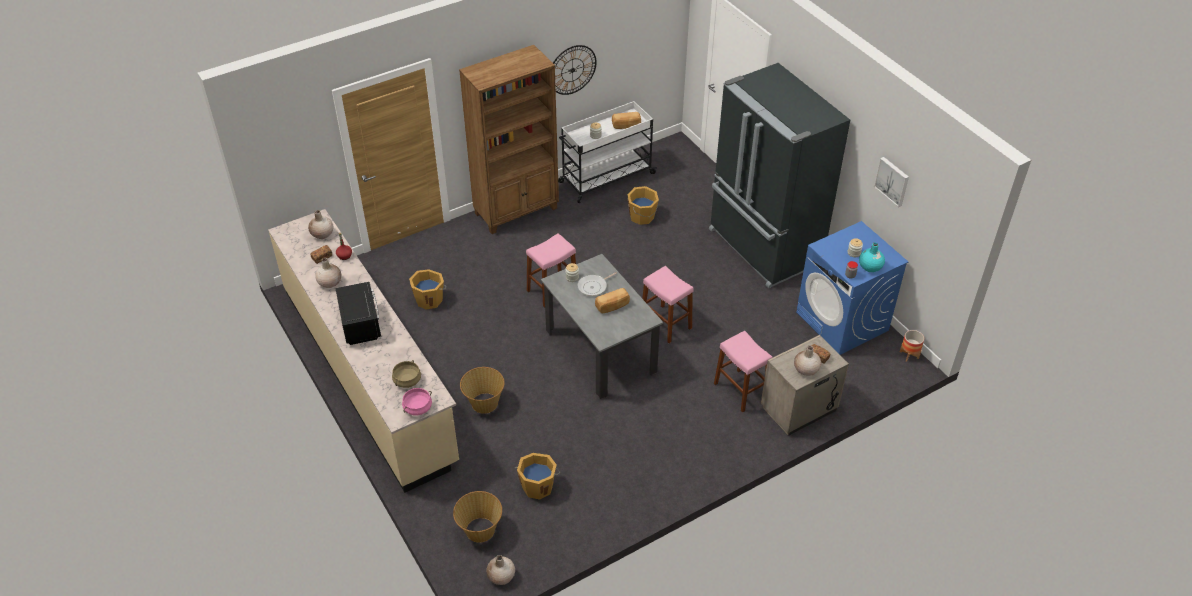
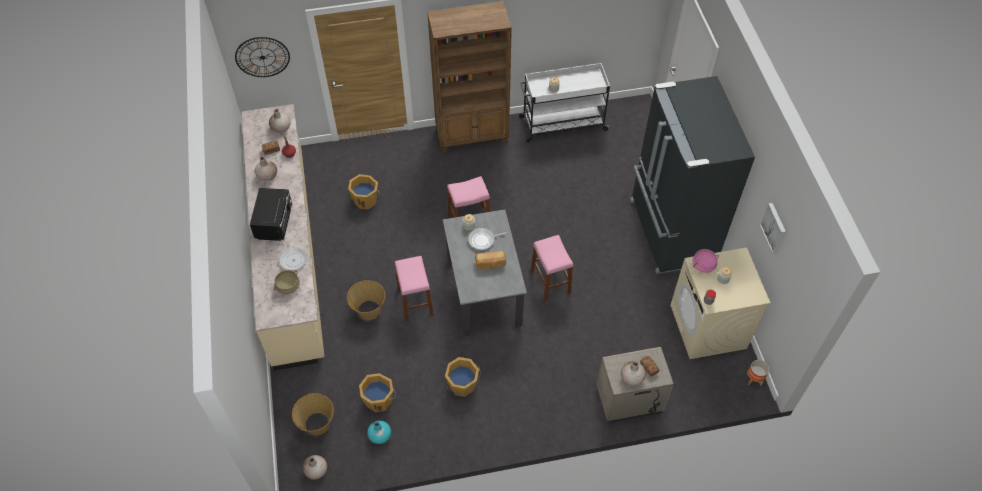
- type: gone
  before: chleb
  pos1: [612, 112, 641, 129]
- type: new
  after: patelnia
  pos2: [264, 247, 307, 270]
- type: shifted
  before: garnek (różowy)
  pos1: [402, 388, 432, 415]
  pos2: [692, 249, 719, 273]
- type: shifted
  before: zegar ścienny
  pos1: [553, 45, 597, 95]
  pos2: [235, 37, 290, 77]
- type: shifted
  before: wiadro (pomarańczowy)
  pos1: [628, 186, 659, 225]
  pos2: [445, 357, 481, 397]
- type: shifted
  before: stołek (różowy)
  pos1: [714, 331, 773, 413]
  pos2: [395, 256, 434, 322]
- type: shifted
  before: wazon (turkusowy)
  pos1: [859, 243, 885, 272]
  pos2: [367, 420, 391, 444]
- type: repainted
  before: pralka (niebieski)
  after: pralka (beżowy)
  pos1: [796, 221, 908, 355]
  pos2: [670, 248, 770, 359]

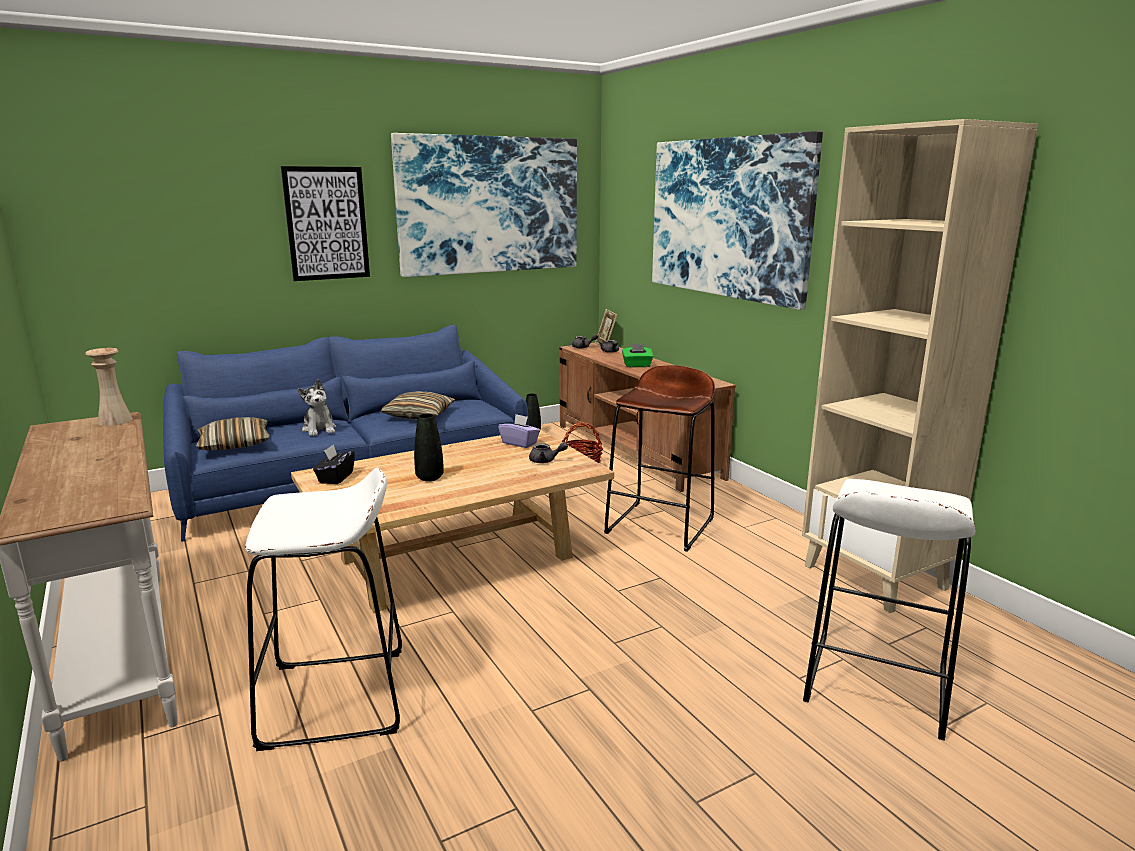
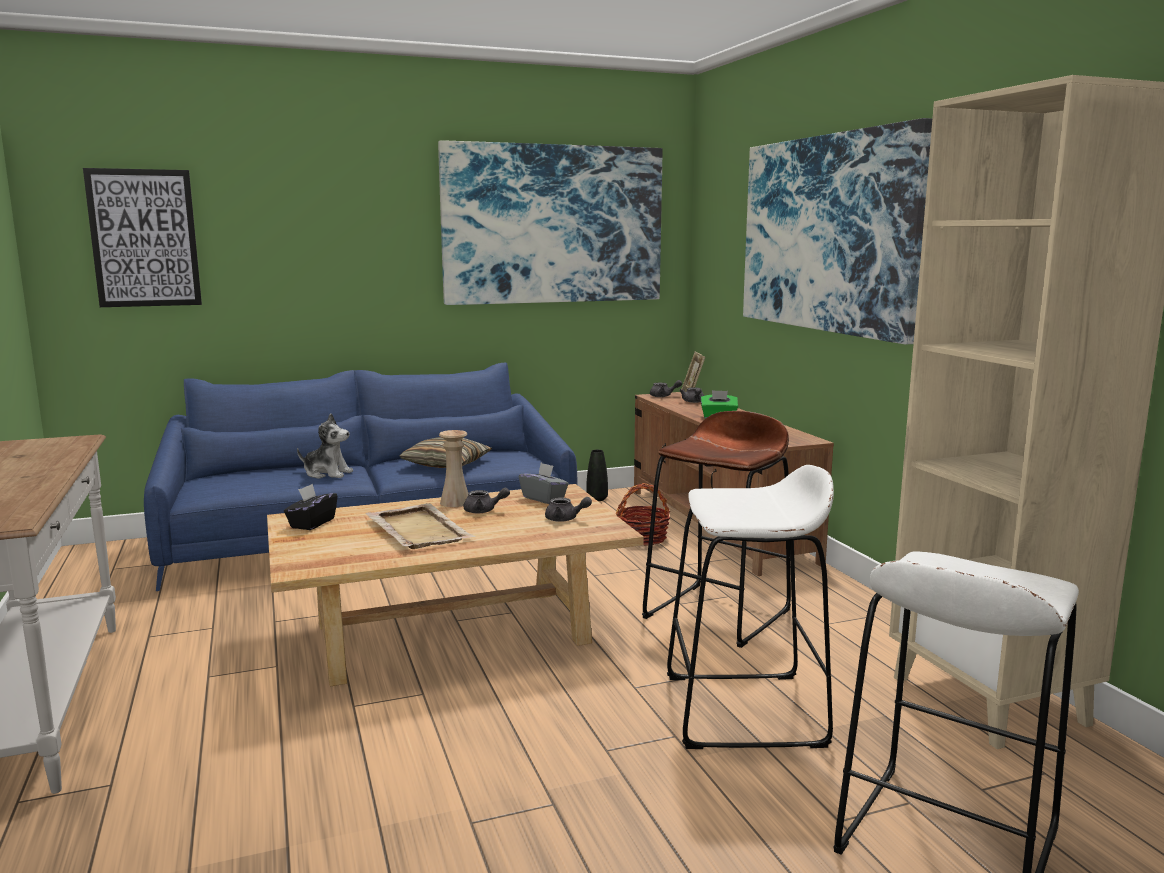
- type: gone
  before: poduszka
  pos1: [196, 417, 270, 450]
- type: new
  after: imbryk (szary)
  pos2: [463, 487, 510, 514]
- type: shifted
  before: wazon (beżowy)
  pos1: [85, 348, 133, 426]
  pos2: [439, 430, 468, 507]
- type: shifted
  before: stołek (biały)
  pos1: [245, 468, 402, 751]
  pos2: [667, 465, 834, 749]
- type: shifted
  before: obraz
  pos1: [281, 166, 370, 281]
  pos2: [83, 168, 202, 307]
- type: swapped
  before: wazon (czarny)
  after: taca (beżowy)
  pos1: [414, 414, 444, 481]
  pos2: [365, 503, 476, 549]
- type: repainted
  before: pudełko chusteczek (fioletowy)
  after: pudełko chusteczek (szary)
  pos1: [498, 414, 540, 448]
  pos2: [519, 463, 569, 504]
- type: rotated
  before: pluszak
  pos1: [298, 379, 336, 436]
  pos2: [297, 414, 353, 479]
  turn: -60

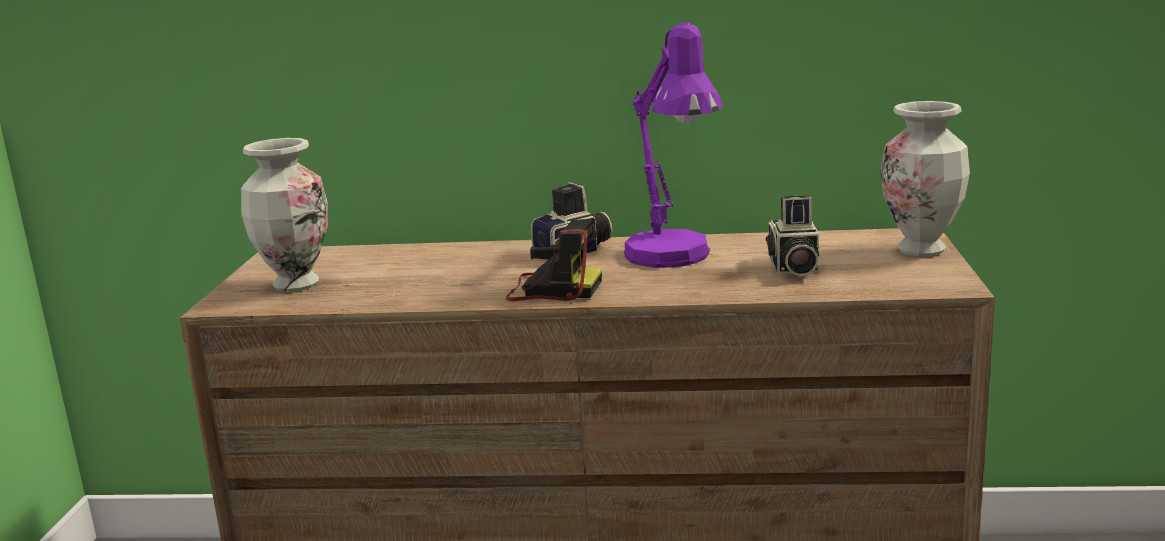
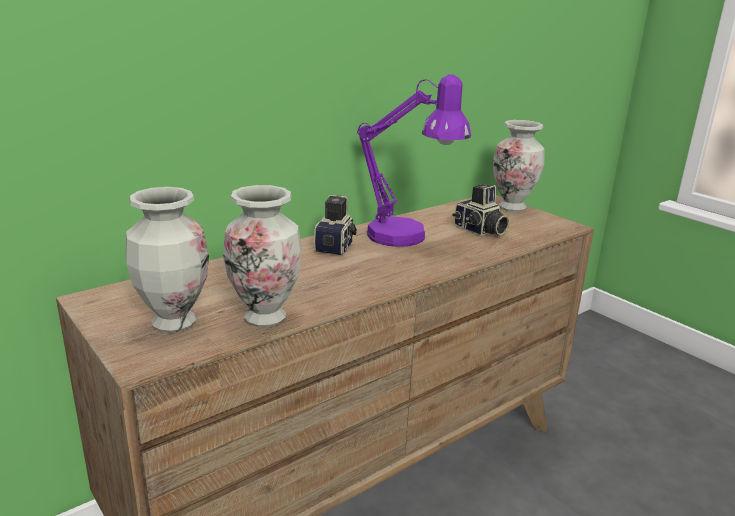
- type: gone
  before: aparat fotograficzny
  pos1: [506, 219, 602, 301]
- type: new
  after: wazon
  pos2: [223, 185, 302, 327]

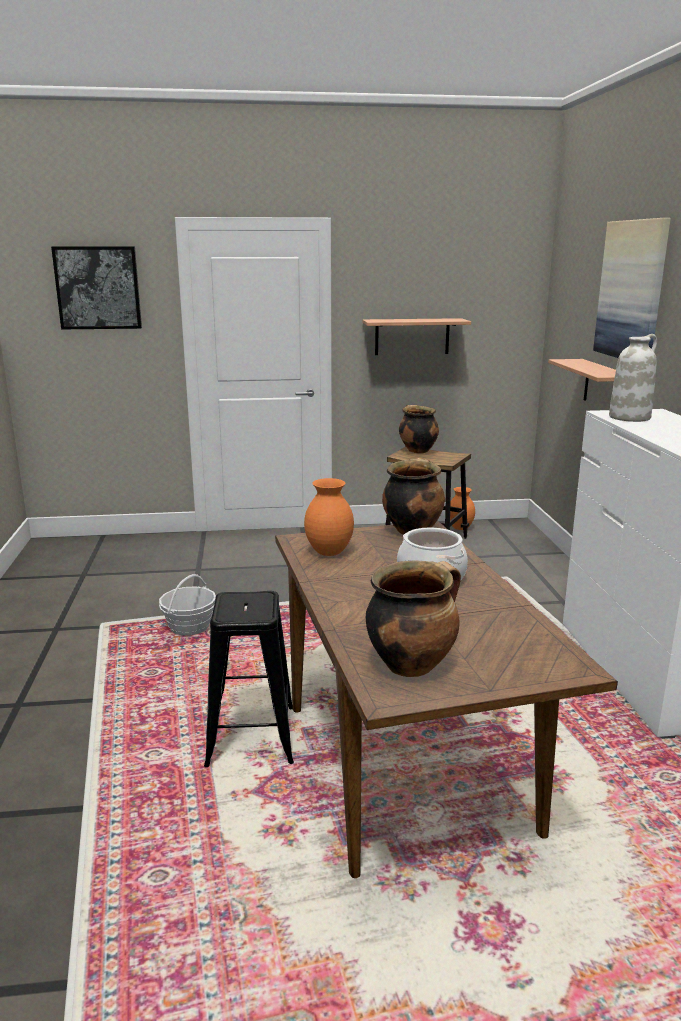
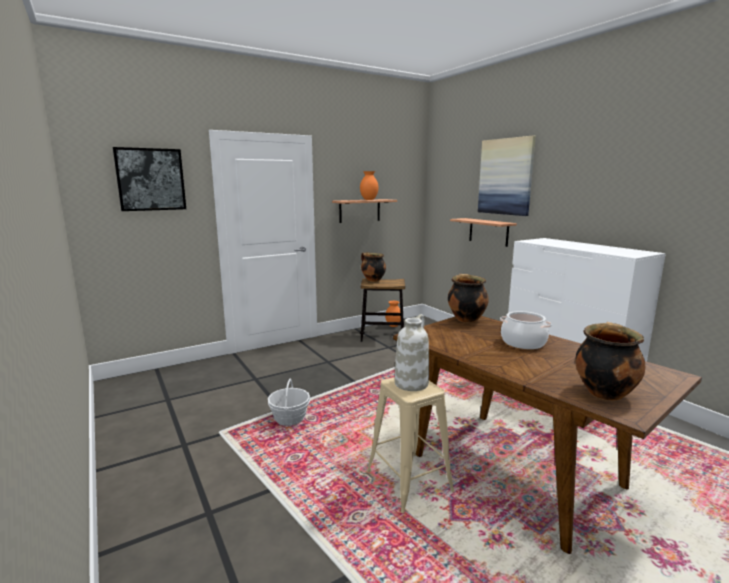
- type: shifted
  before: wazon (pomarańczowy)
  pos1: [304, 478, 354, 556]
  pos2: [360, 171, 379, 200]
- type: shifted
  before: wazon (biały)
  pos1: [609, 334, 657, 422]
  pos2: [395, 314, 429, 391]
- type: repainted
  before: stołek (czarny)
  after: stołek (beżowy)
  pos1: [204, 591, 294, 767]
  pos2: [367, 377, 455, 513]

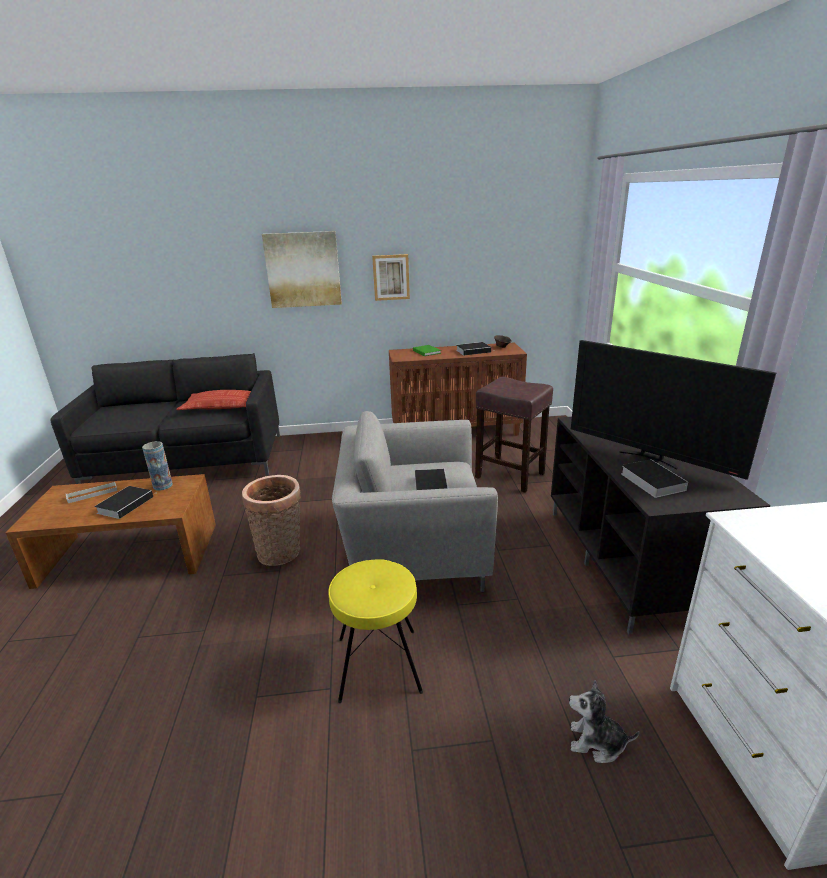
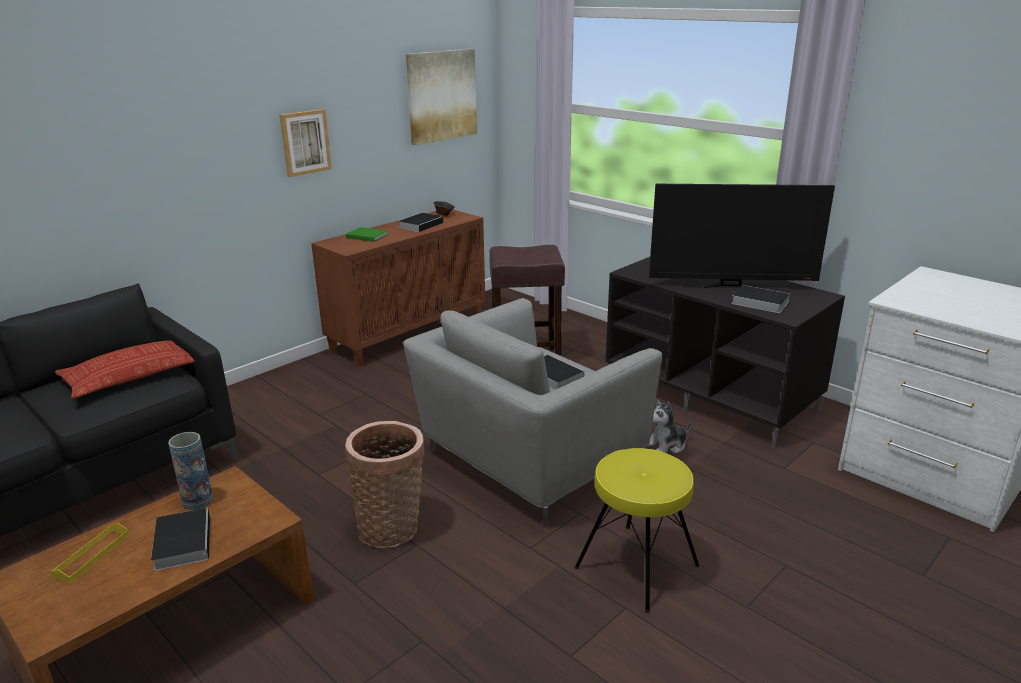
- type: shifted
  before: obraz
  pos1: [262, 231, 342, 308]
  pos2: [406, 49, 477, 145]
- type: shifted
  before: pluszak
  pos1: [569, 680, 640, 763]
  pos2: [648, 399, 692, 454]
- type: repainted
  before: taca (szary)
  after: taca (żółty)
  pos1: [66, 481, 117, 503]
  pos2: [50, 523, 129, 583]

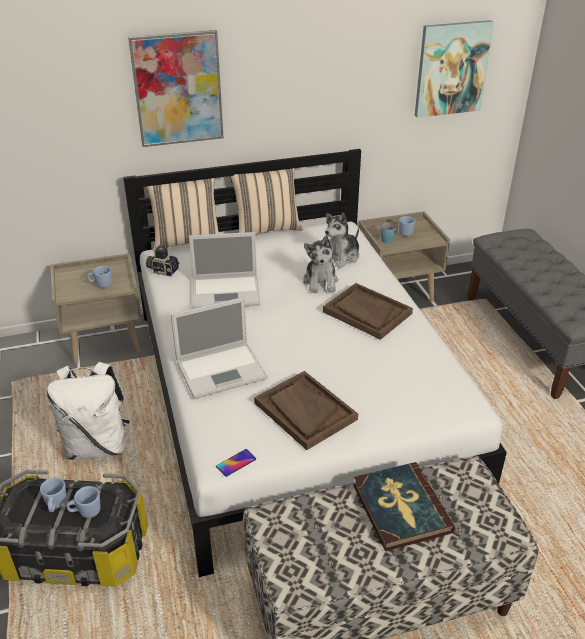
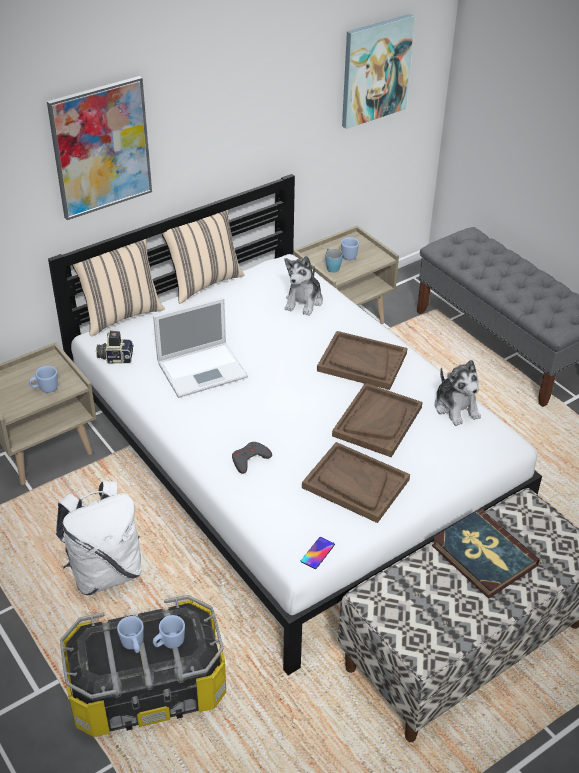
- type: new
  after: taca (brązowy)
  pos2: [332, 383, 423, 457]
- type: shifted
  before: pluszak
  pos1: [303, 236, 338, 293]
  pos2: [435, 360, 481, 426]
- type: swapped
  before: laptop
  after: pad do gier (szary)
  pos1: [171, 297, 267, 399]
  pos2: [232, 442, 272, 474]

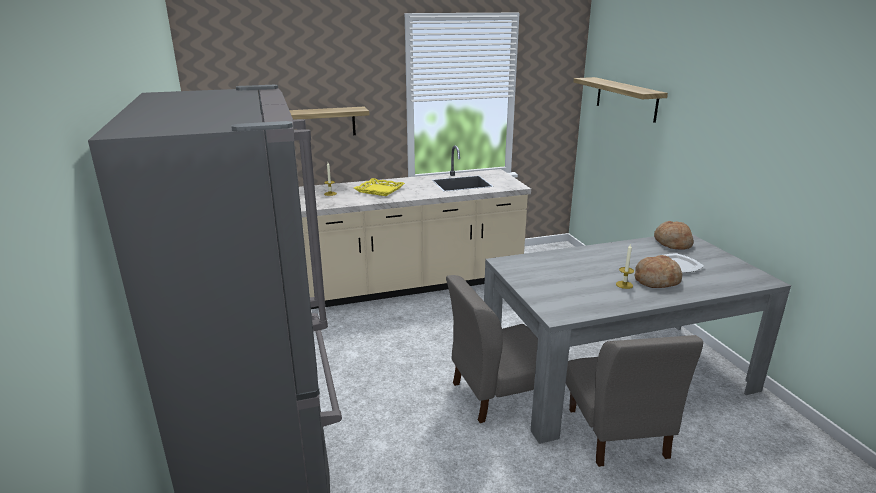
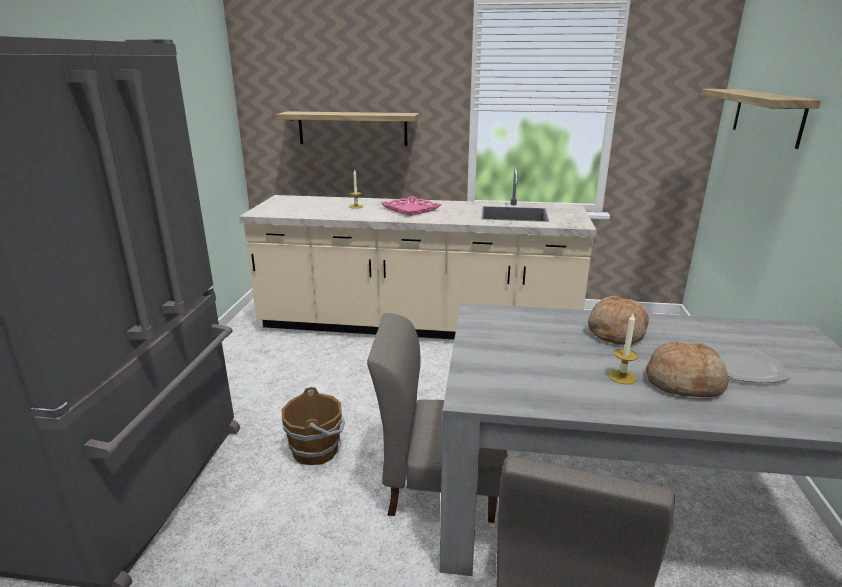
- type: new
  after: wiadro (brązowy)
  pos2: [282, 387, 345, 465]
- type: shifted
  before: chleb
  pos1: [654, 221, 694, 250]
  pos2: [588, 296, 649, 345]
- type: repainted
  before: taca (żółty)
  after: taca (różowy)
  pos1: [354, 178, 405, 196]
  pos2: [381, 196, 441, 216]

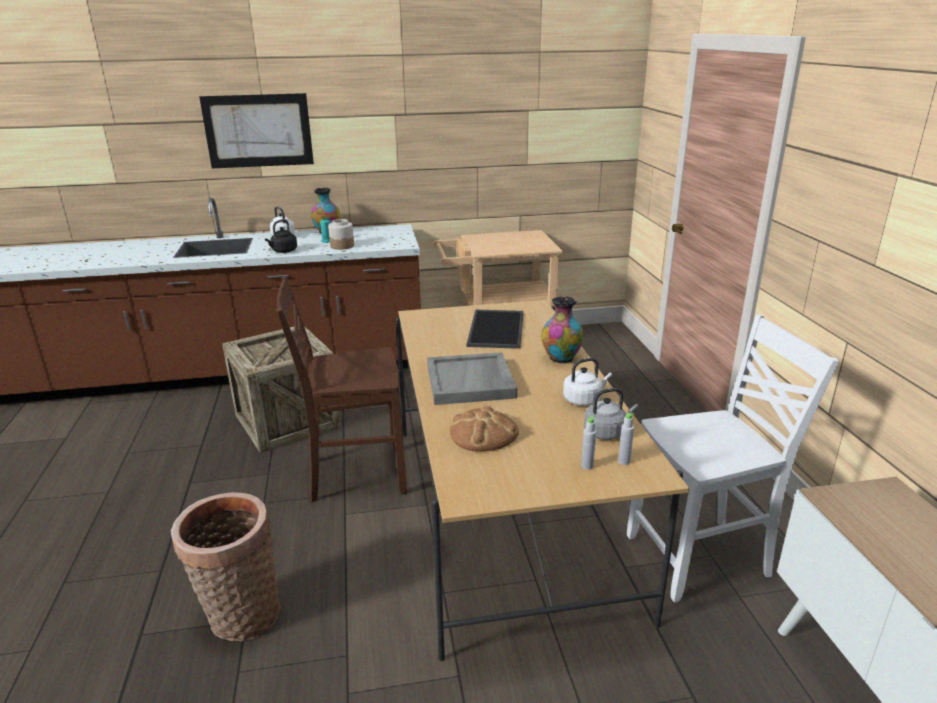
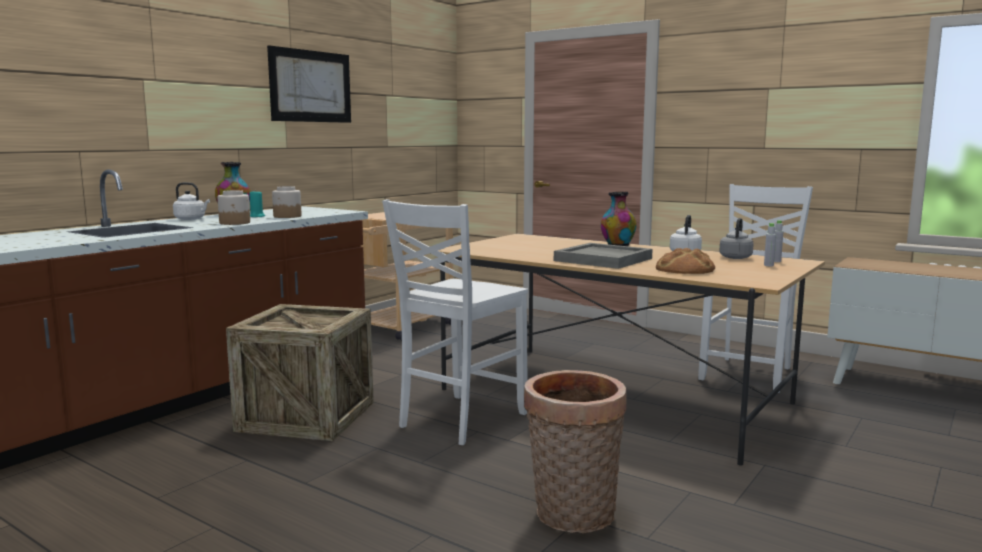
- type: gone
  before: taca
  pos1: [467, 309, 523, 349]
- type: shifted
  before: obraz
  pos1: [199, 93, 314, 168]
  pos2: [267, 45, 351, 123]
- type: swapped
  before: czajnik (czarny)
  after: słoik
  pos1: [265, 219, 297, 253]
  pos2: [218, 190, 250, 225]
- type: repainted
  before: krzesło (brązowy)
  after: krzesło (biały)
  pos1: [276, 277, 407, 502]
  pos2: [382, 199, 528, 445]

